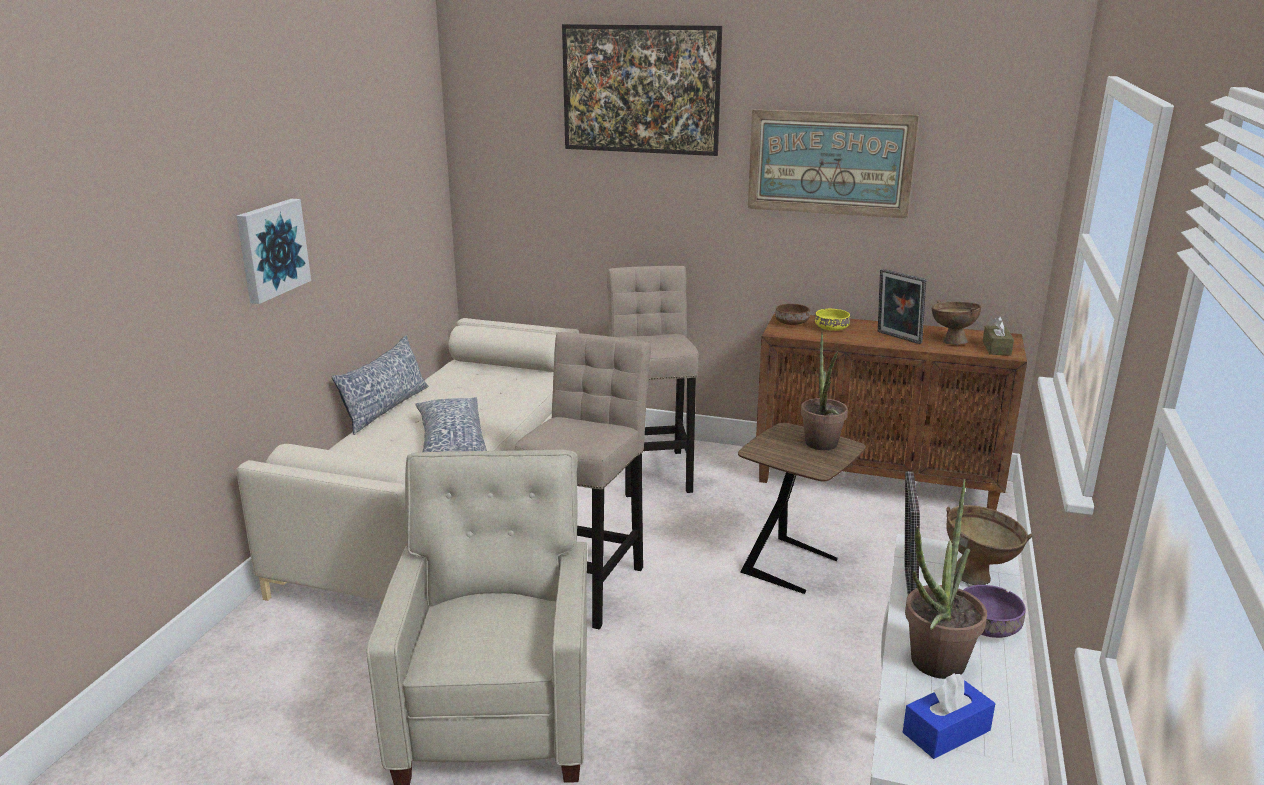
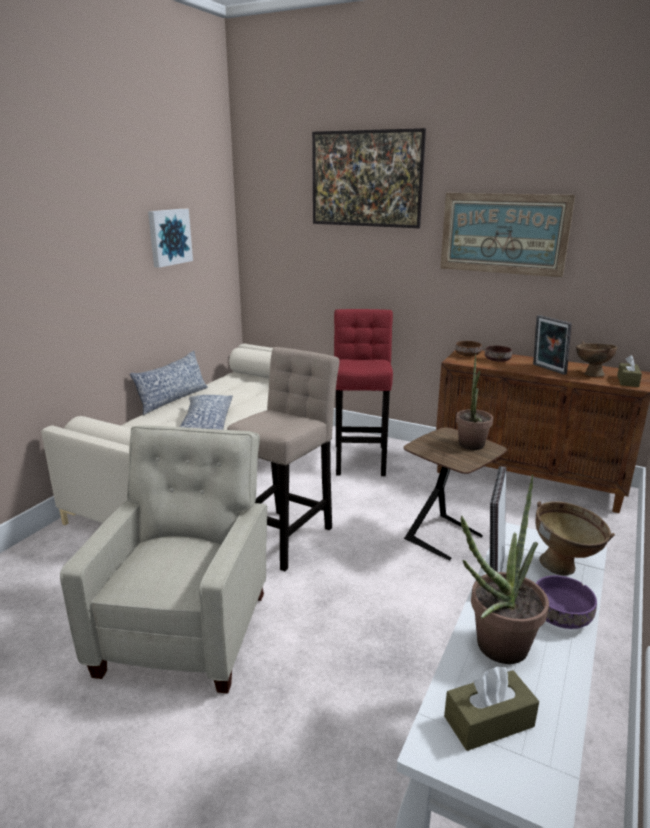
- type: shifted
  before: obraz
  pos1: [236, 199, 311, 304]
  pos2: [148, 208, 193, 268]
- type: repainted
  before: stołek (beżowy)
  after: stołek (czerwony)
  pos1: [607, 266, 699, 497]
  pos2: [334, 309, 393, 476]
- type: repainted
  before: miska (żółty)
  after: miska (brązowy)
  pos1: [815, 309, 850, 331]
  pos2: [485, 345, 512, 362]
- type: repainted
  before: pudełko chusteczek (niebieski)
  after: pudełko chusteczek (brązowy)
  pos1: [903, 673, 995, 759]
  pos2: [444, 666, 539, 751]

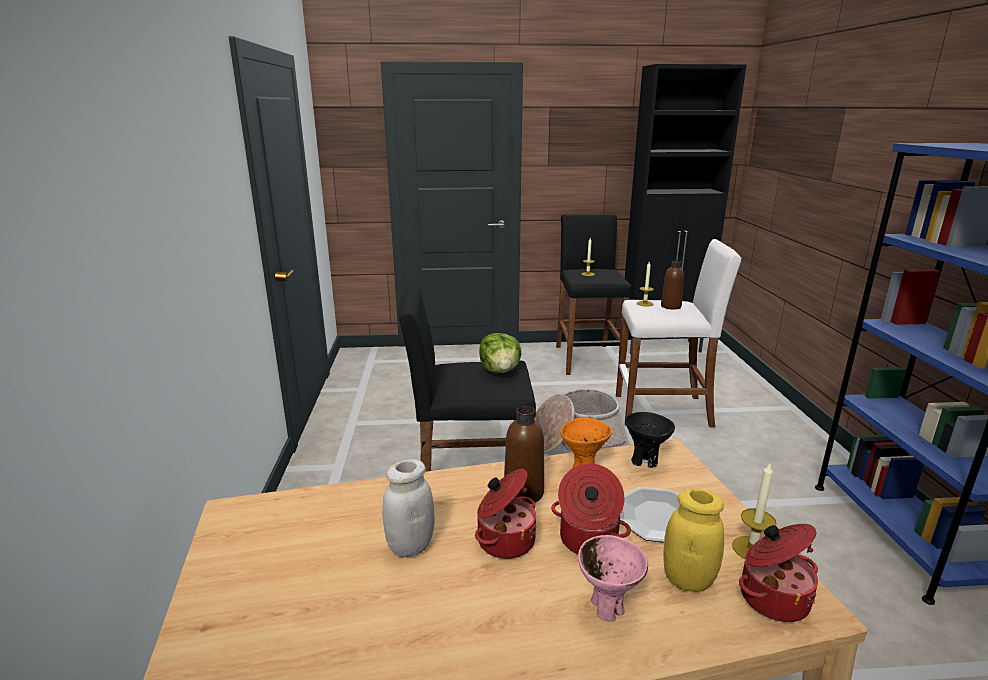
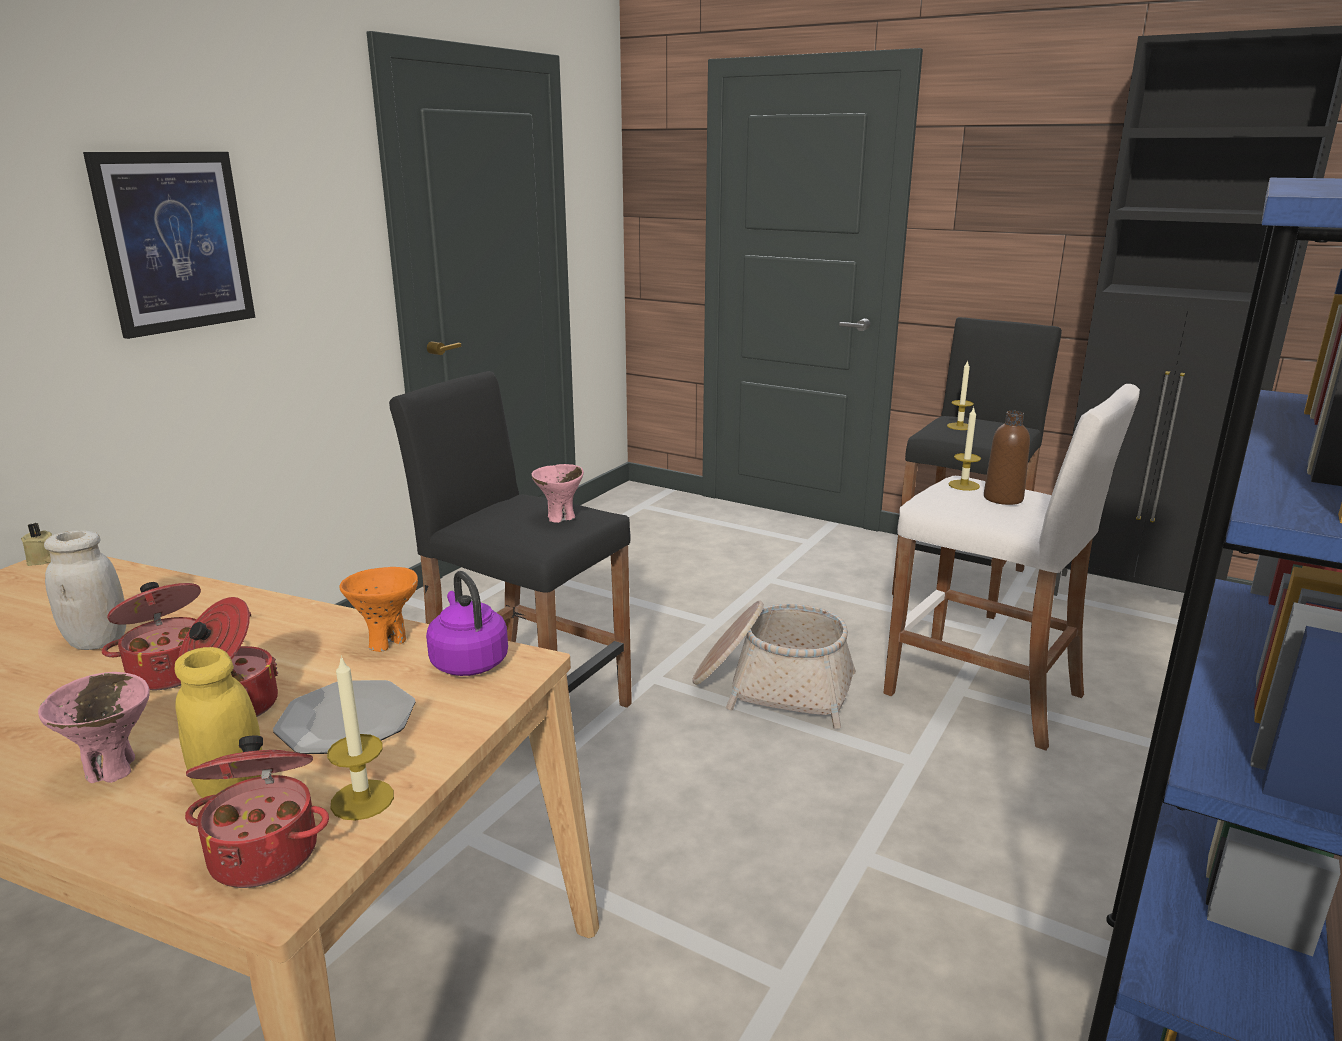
- type: gone
  before: butelka (brązowy)
  pos1: [504, 406, 544, 504]
- type: new
  after: świeca (beżowy)
  pos2: [21, 523, 52, 566]
- type: new
  after: obraz
  pos2: [83, 152, 255, 339]
- type: swapped
  before: sałata
  after: miska (różowy)
  pos1: [479, 333, 521, 373]
  pos2: [531, 464, 584, 523]
- type: swapped
  before: miska (czarny)
  after: czajnik (fioletowy)
  pos1: [625, 412, 675, 468]
  pos2: [426, 571, 508, 676]

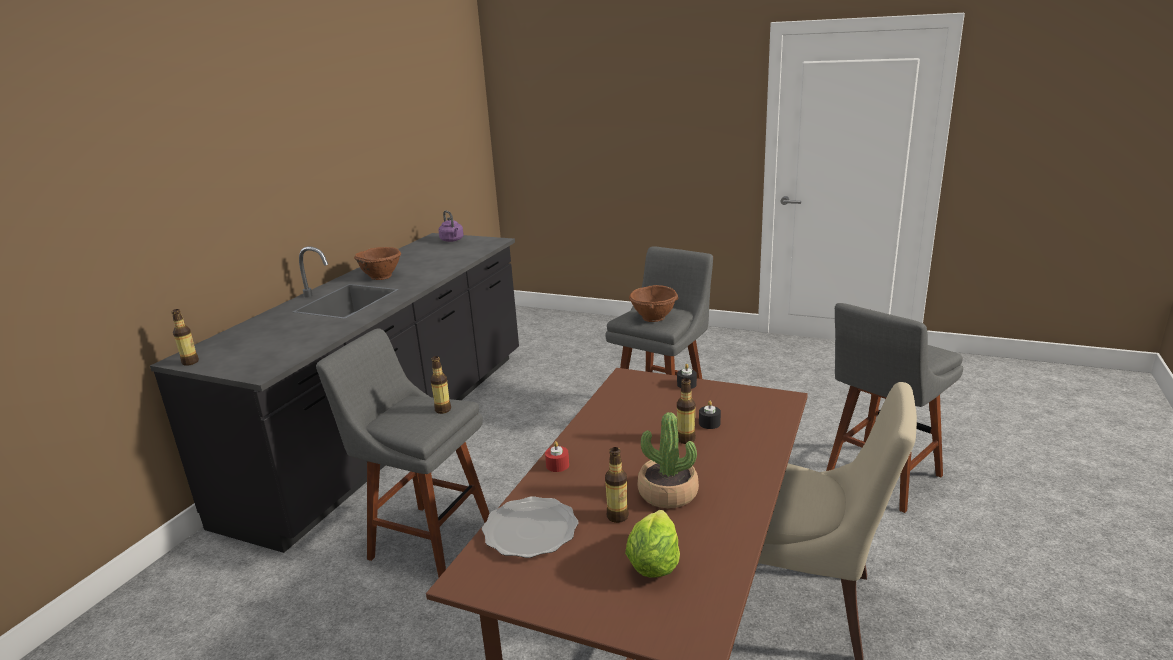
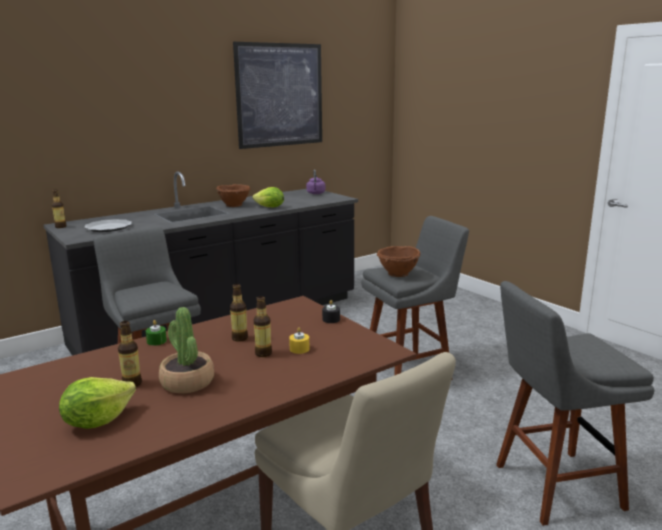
- type: new
  after: obraz
  pos2: [233, 42, 322, 149]
- type: new
  after: sałata
  pos2: [253, 187, 284, 207]
- type: shifted
  before: butelka
  pos1: [430, 356, 451, 414]
  pos2: [230, 284, 248, 342]
- type: shifted
  before: talerz
  pos1: [482, 496, 578, 558]
  pos2: [84, 219, 132, 232]
- type: repainted
  before: świeca (czerwony)
  after: świeca (zielony)
  pos1: [545, 441, 569, 472]
  pos2: [146, 320, 167, 346]
- type: repainted
  before: świeca (czarny)
  after: świeca (żółty)
  pos1: [699, 401, 721, 429]
  pos2: [289, 327, 310, 354]

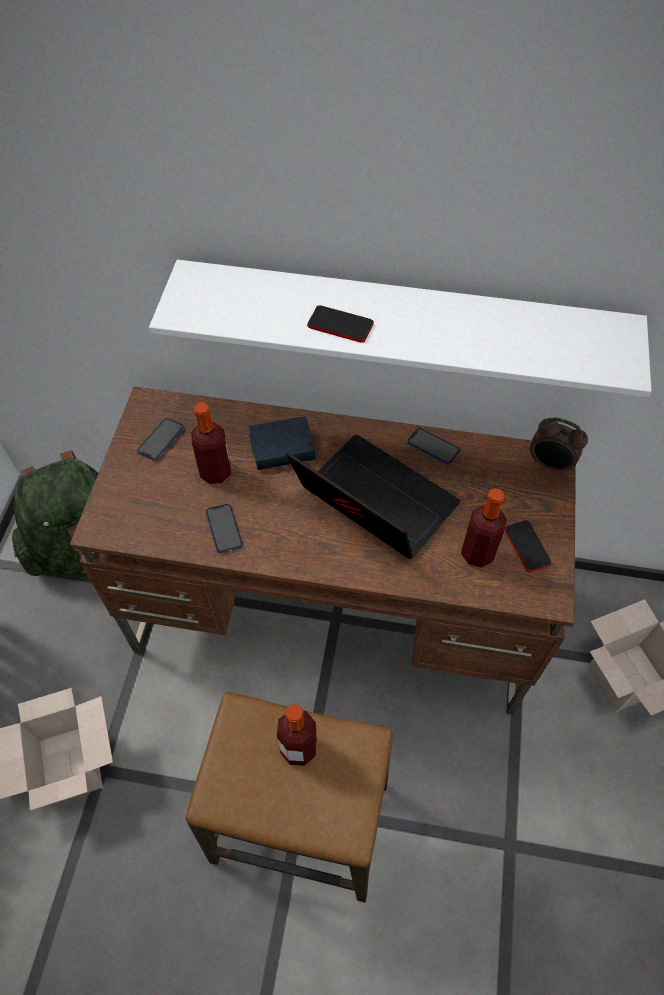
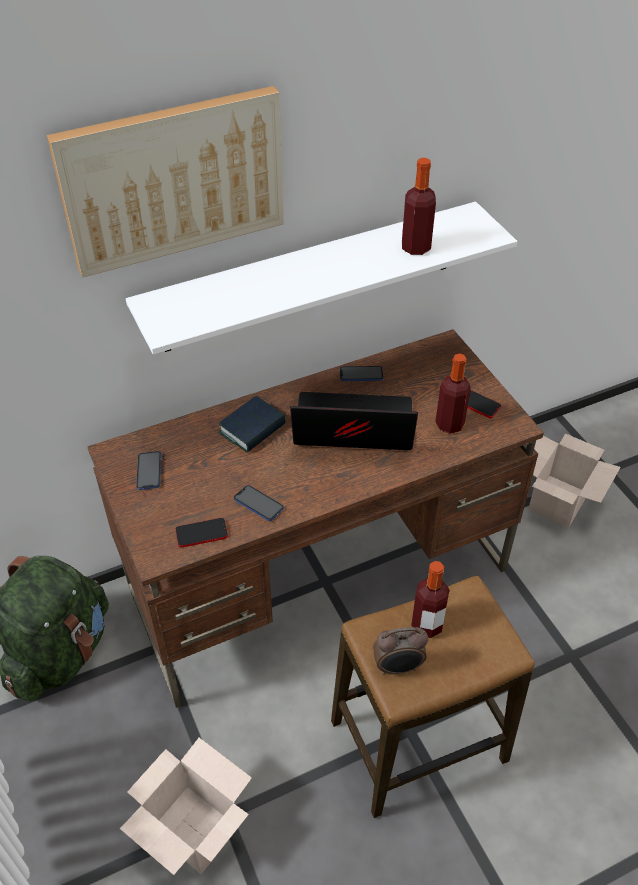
- type: new
  after: obraz
  pos2: [47, 86, 284, 278]
- type: shifted
  before: butelka
  pos1: [191, 402, 231, 484]
  pos2: [402, 158, 436, 255]
- type: shifted
  before: telefon
  pos1: [307, 305, 374, 343]
  pos2: [175, 518, 228, 547]
- type: shifted
  before: budzik
  pos1: [530, 418, 588, 474]
  pos2: [373, 627, 428, 675]

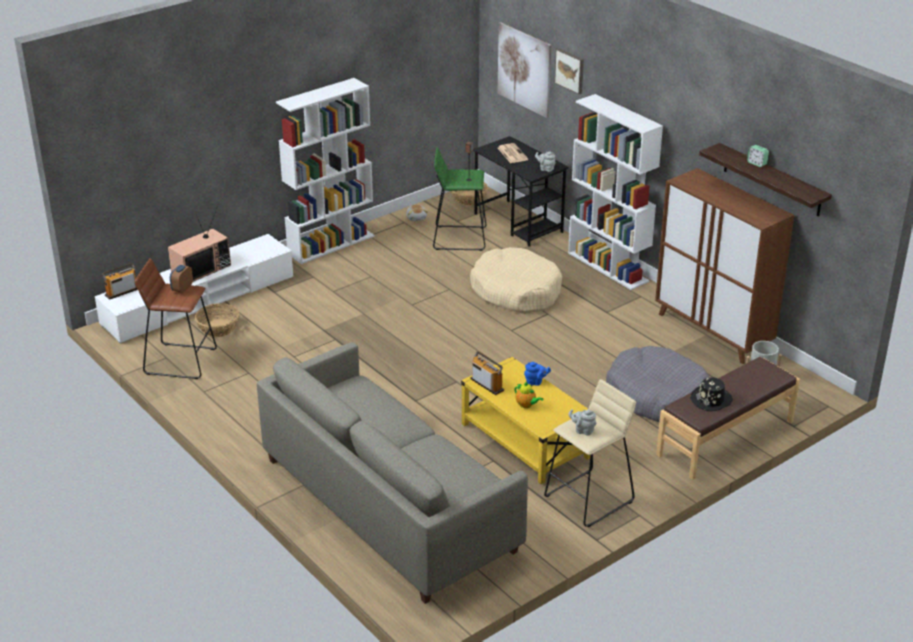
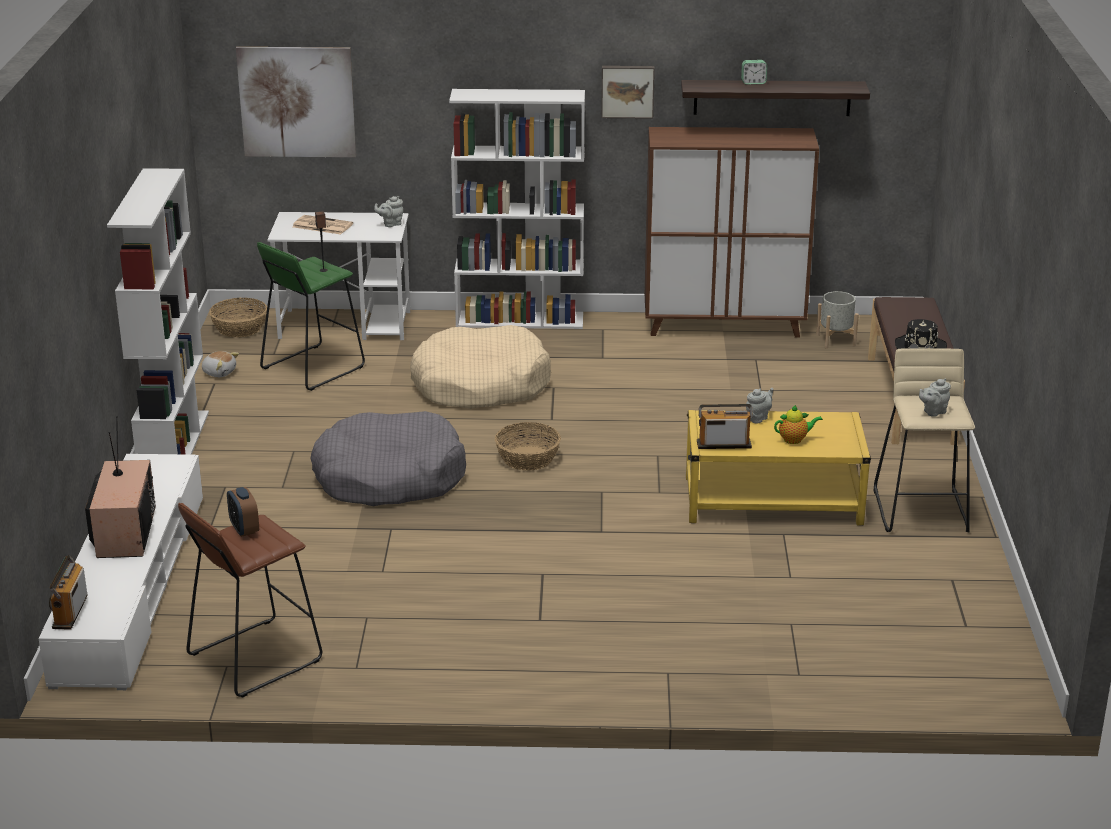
- type: gone
  before: kanapa (szary)
  pos1: [257, 342, 528, 604]
- type: shifted
  before: koszyk
  pos1: [195, 303, 239, 337]
  pos2: [495, 422, 561, 471]
- type: shifted
  before: obraz
  pos1: [554, 48, 584, 94]
  pos2: [601, 66, 655, 119]
- type: shifted
  before: legowisko (szary)
  pos1: [606, 346, 709, 422]
  pos2: [310, 411, 466, 506]
- type: repainted
  before: biurko (czarny)
  after: biurko (biały)
  pos1: [473, 136, 569, 247]
  pos2: [267, 212, 410, 340]
- type: repainted
  before: imbryk (niebieski)
  after: imbryk (szary)
  pos1: [524, 362, 551, 386]
  pos2: [746, 388, 774, 424]

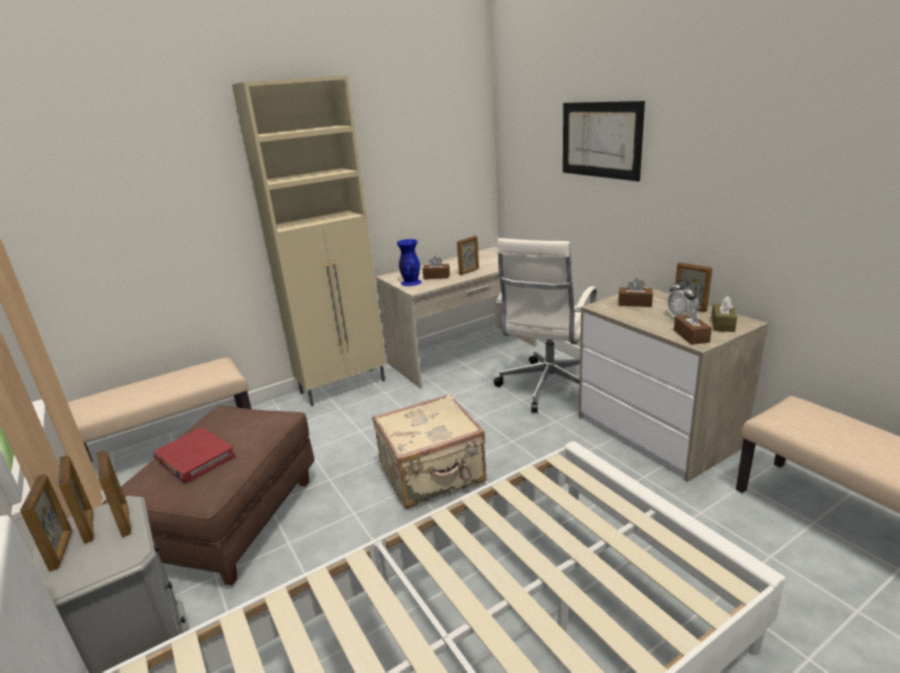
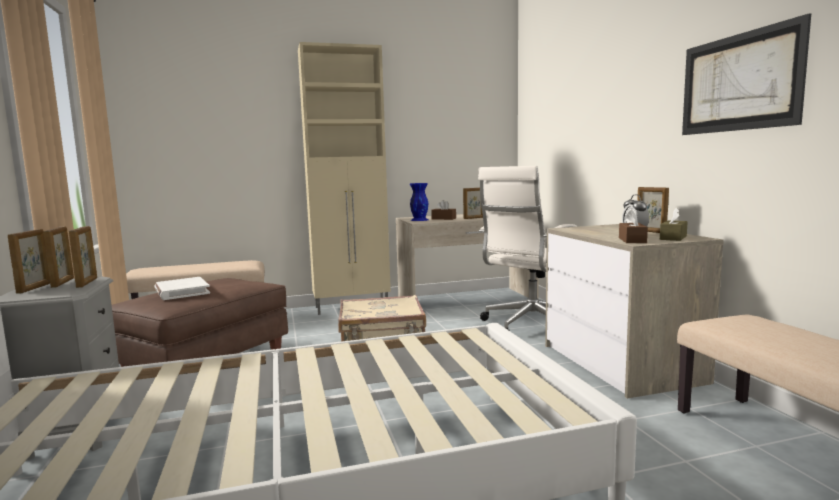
- type: gone
  before: pudełko chusteczek (brązowy)
  pos1: [618, 278, 653, 307]
- type: shifted
  before: obraz
  pos1: [563, 101, 645, 181]
  pos2: [682, 13, 811, 135]
- type: repainted
  before: książka (czerwony)
  after: książka (biały)
  pos1: [154, 427, 235, 483]
  pos2: [155, 277, 210, 300]

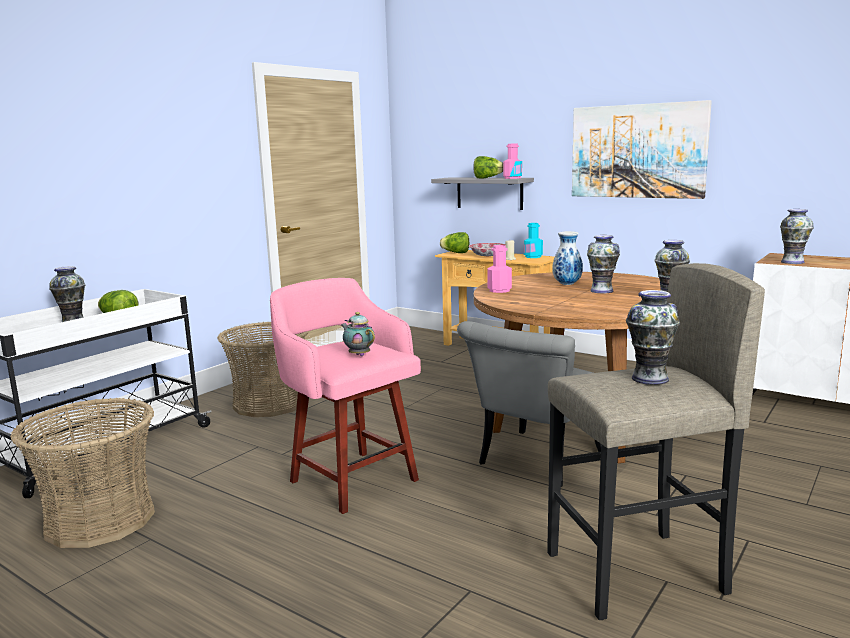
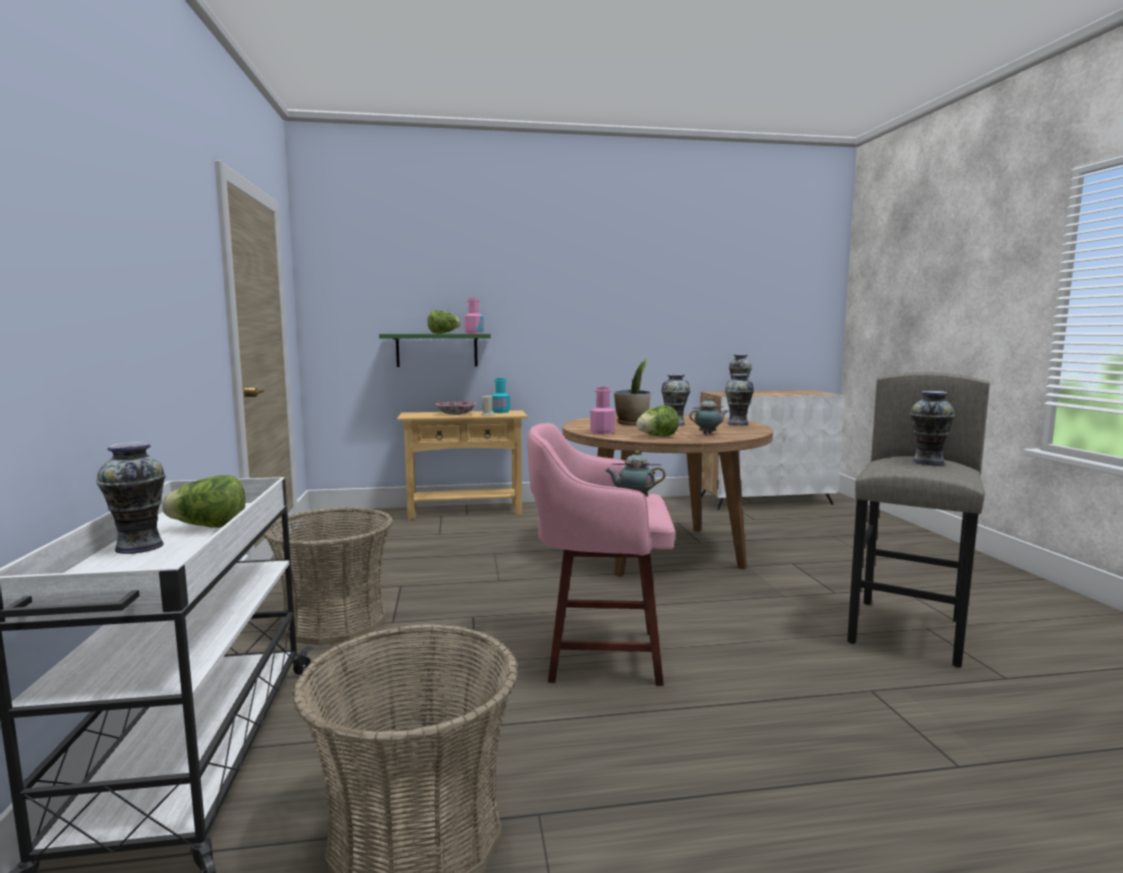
- type: gone
  before: krzesło (szary)
  pos1: [457, 321, 601, 487]
- type: gone
  before: obraz
  pos1: [572, 100, 712, 199]
- type: new
  after: imbryk
  pos2: [689, 398, 728, 434]
- type: shifted
  before: sałata
  pos1: [440, 232, 469, 253]
  pos2: [636, 405, 679, 436]
- type: swapped
  before: wazon
  after: roślina doniczkowa
  pos1: [552, 231, 583, 285]
  pos2: [614, 357, 651, 425]
- type: repainted
  before: półka (szary)
  after: półka (zielony)
  pos1: [431, 177, 534, 210]
  pos2: [379, 334, 491, 367]

